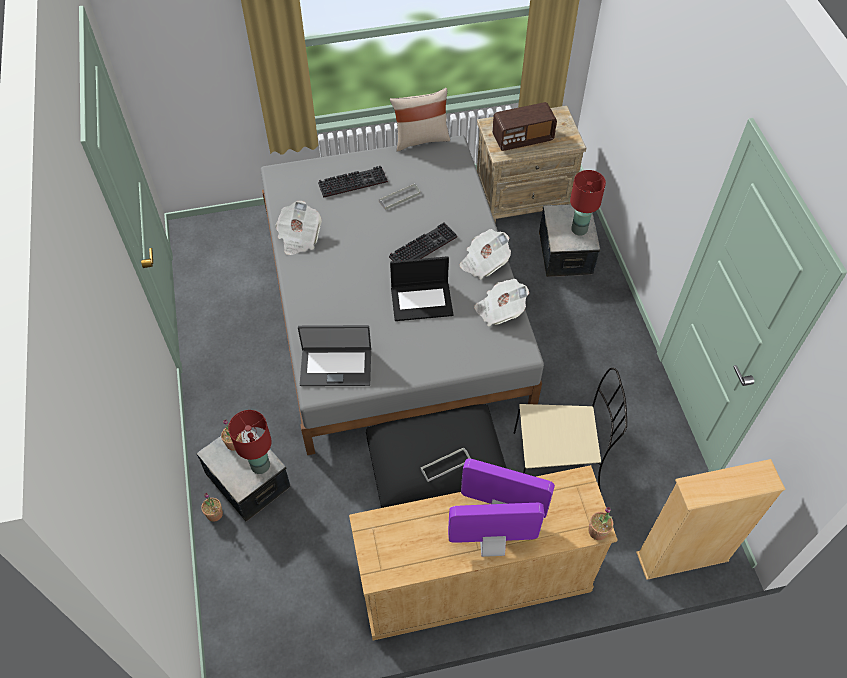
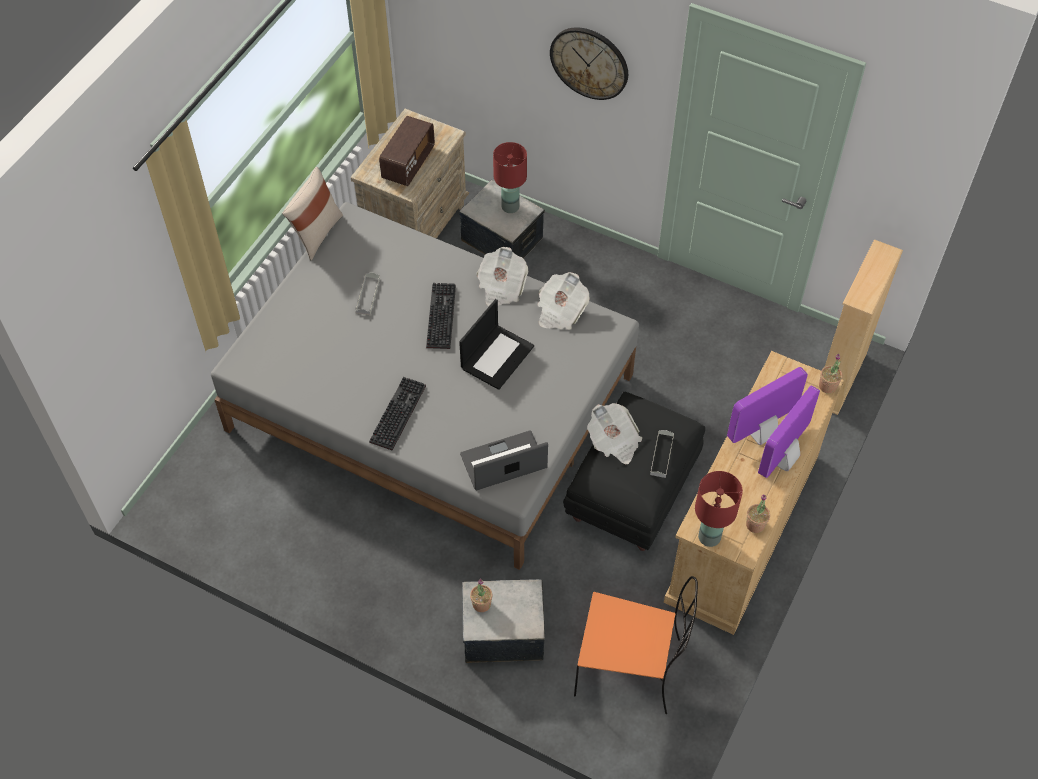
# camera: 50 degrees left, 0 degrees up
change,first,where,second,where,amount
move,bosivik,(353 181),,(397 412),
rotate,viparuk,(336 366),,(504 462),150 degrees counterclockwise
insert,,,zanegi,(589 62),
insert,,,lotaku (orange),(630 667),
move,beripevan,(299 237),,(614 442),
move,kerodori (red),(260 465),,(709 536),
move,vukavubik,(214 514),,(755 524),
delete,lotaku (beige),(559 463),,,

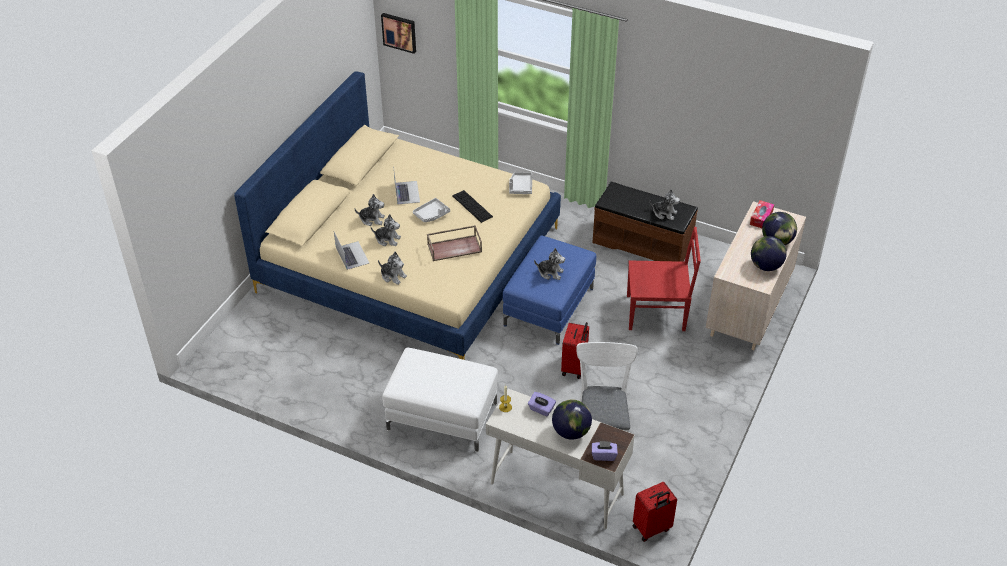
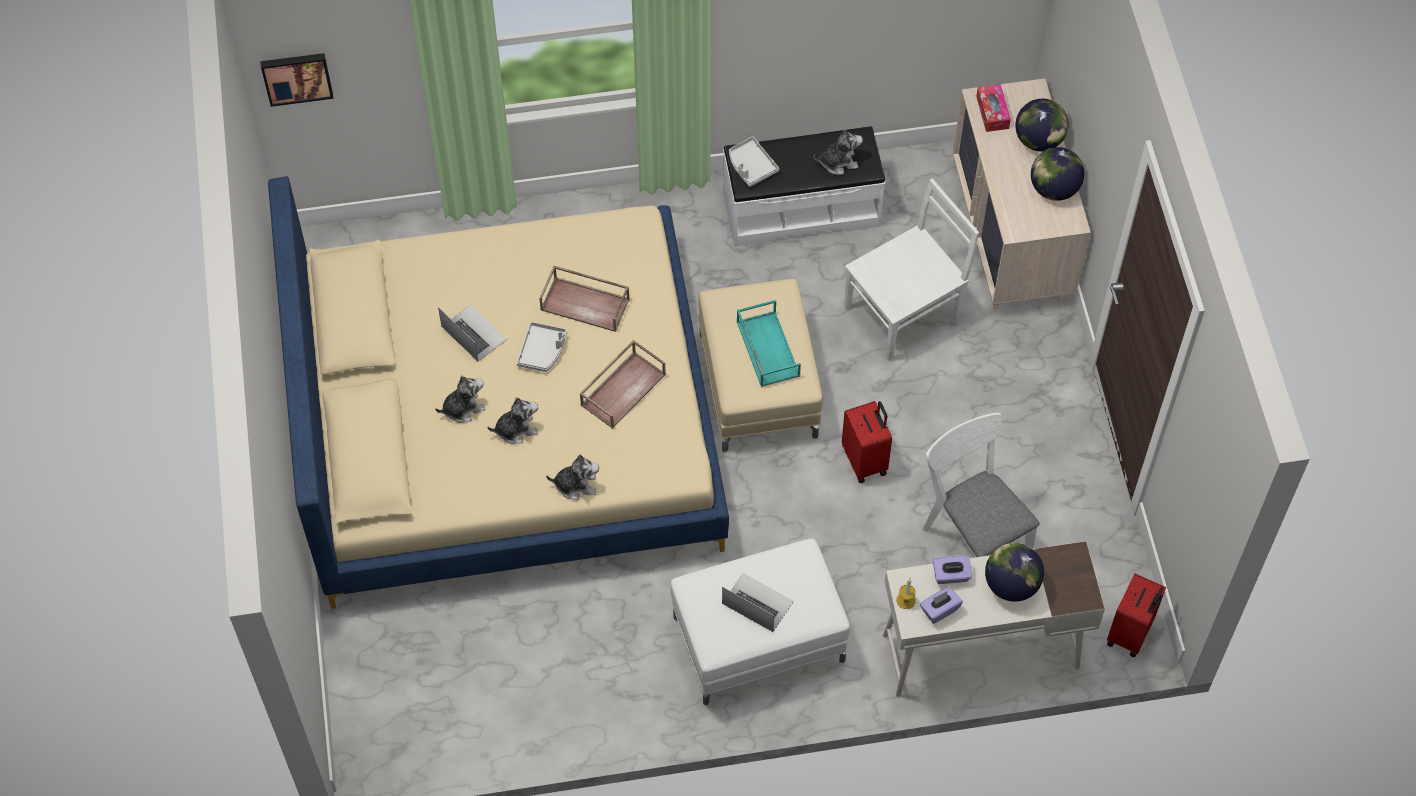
# camera: 35 degrees left, 15 degrees up
change,first,where,second,where,amount
replace,bosivik,(472 206),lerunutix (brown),(586 304),
recolor,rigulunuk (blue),(548 306),rigulunuk (beige),(757 385),
move,viparuk,(352 255),,(757 602),
recolor,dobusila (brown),(642 243),dobusila (white),(801 209),
move,lerunutix (grey),(520 187),,(751 166),
replace,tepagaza,(550 272),lerunutix (turquoise),(766 348),
recolor,lotaku (red),(657 313),lotaku (white),(904 312),
move,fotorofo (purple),(603 455),,(939 610),

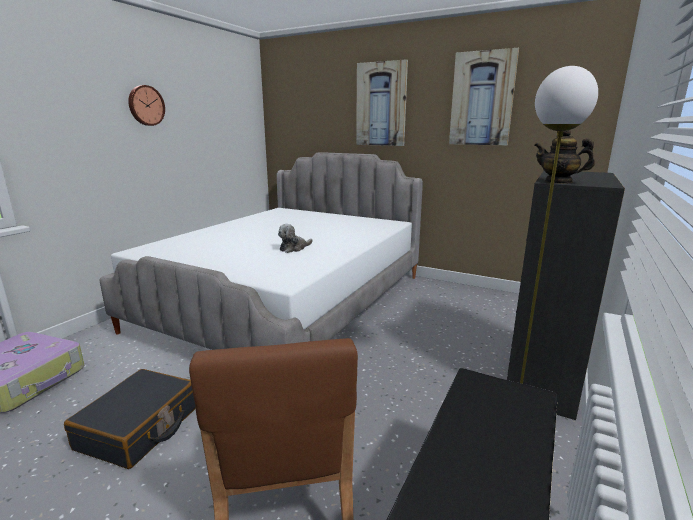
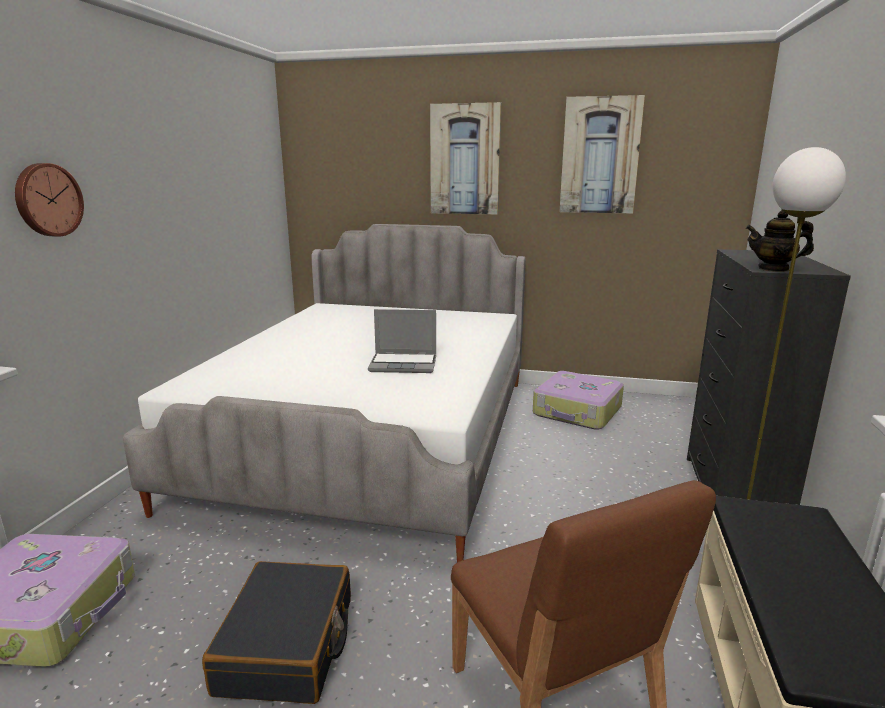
# camera: 15 degrees left, 0 degrees up
change,first,where,second,where,amount
move,zanegi,(145 105),,(47 200),
replace,tepagaza,(294 248),viparuk,(404 364),
insert,,,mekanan,(577 411),

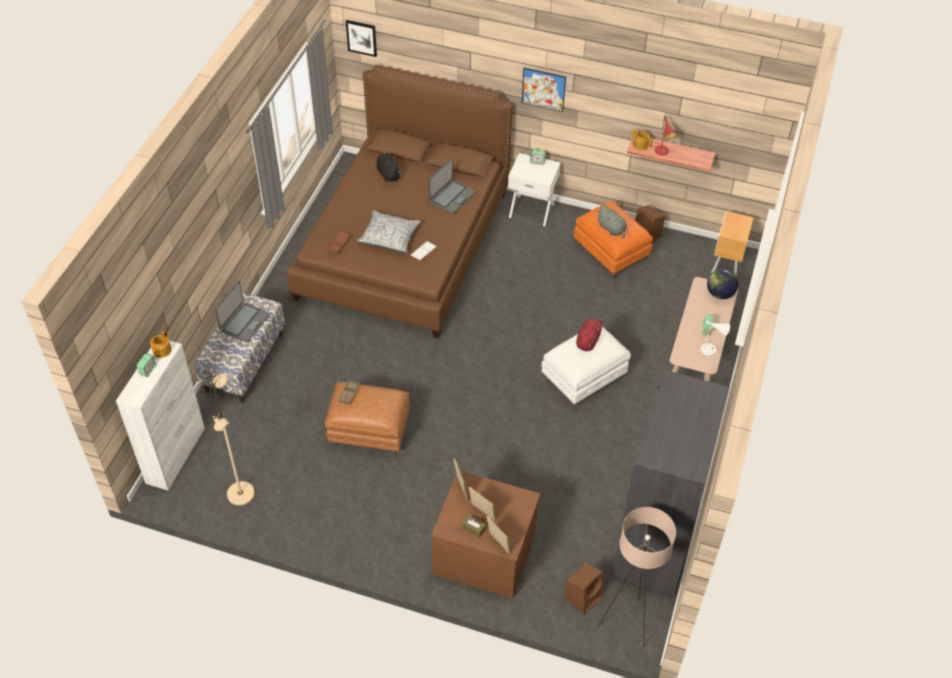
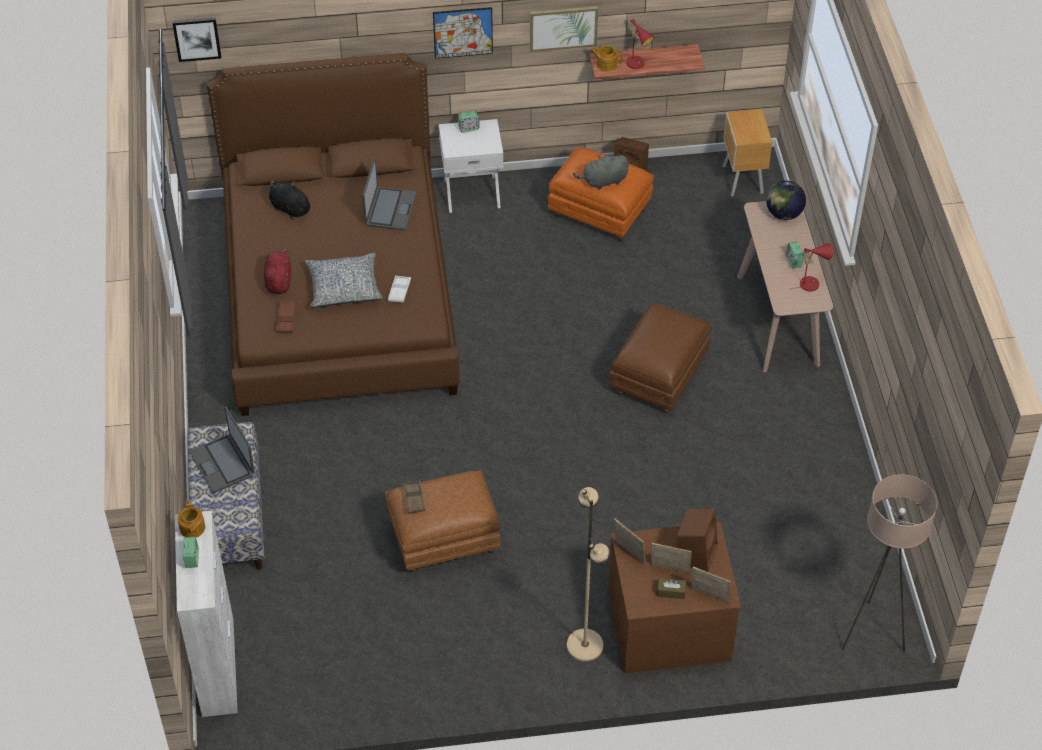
# camera: 25 degrees left, 0 degrees up
change,first,where,second,where,amount
rotate,viparuk,(244 323),,(223 464),150 degrees clockwise
move,tepagaza (red),(588 340),,(278 280),
insert,,,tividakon,(563 27),
move,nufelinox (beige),(241 493),,(585 645),
rotate,tepagaza (grey),(612 229),,(603 181),135 degrees clockwise
recolor,rigulunuk (white),(583 378),rigulunuk (brown),(658 375),
move,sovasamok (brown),(584 596),,(696 552),
recolor,kerodori (white),(710 349),kerodori (red),(812 283),
delete,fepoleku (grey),(653 542),,,

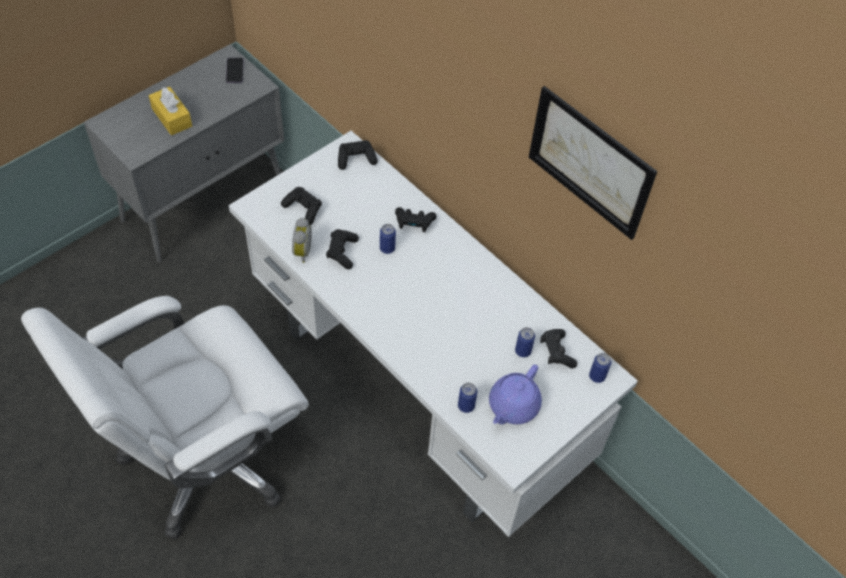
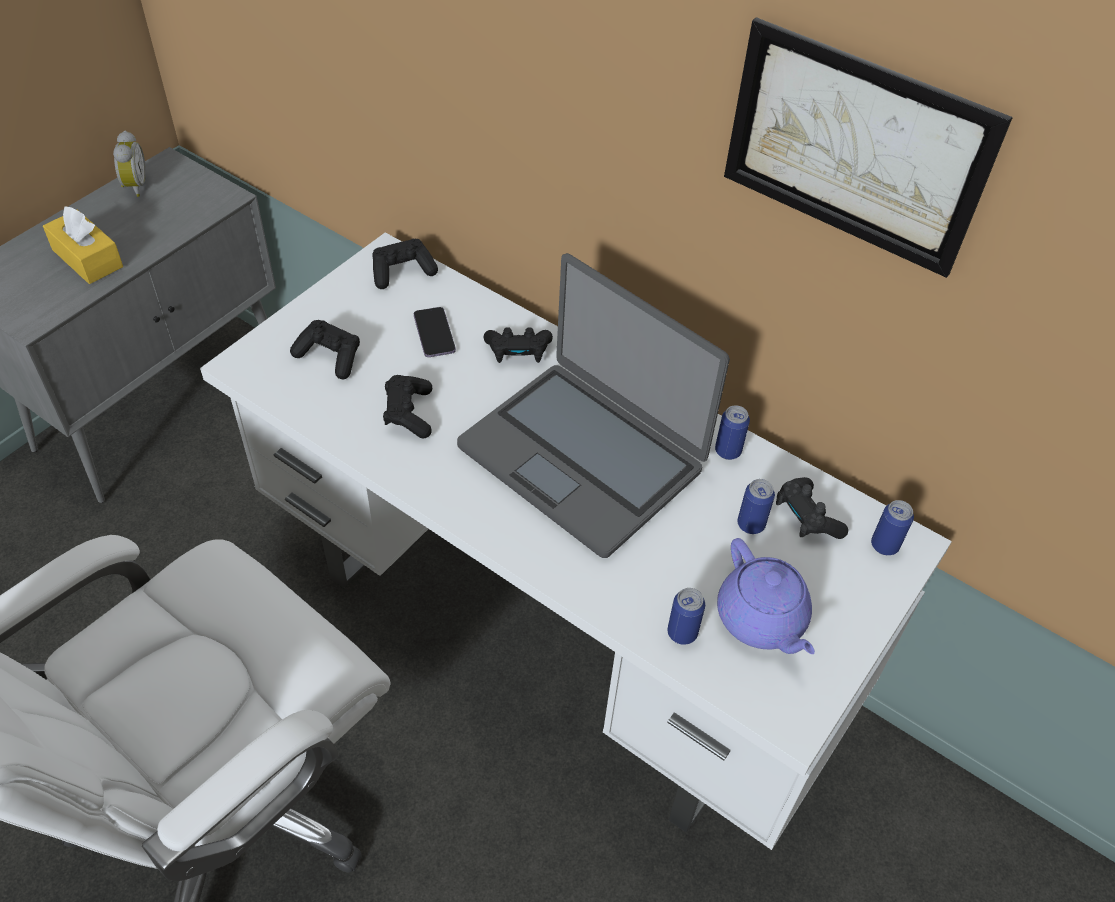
# camera: 10 degrees left, 5 degrees down
change,first,where,second,where,amount
move,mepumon,(300 252),,(134 186),
move,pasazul,(235 71),,(434 334),
insert,,,viparuk,(582 457),
move,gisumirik,(387 248),,(728 451),
rotate,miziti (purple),(512 406),,(761 620),45 degrees counterclockwise

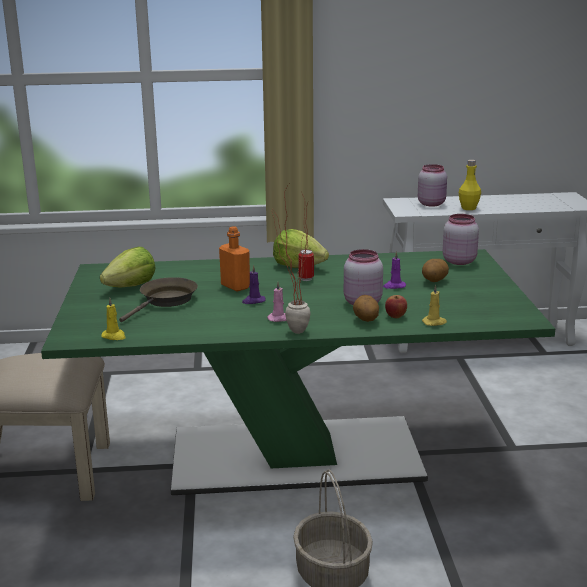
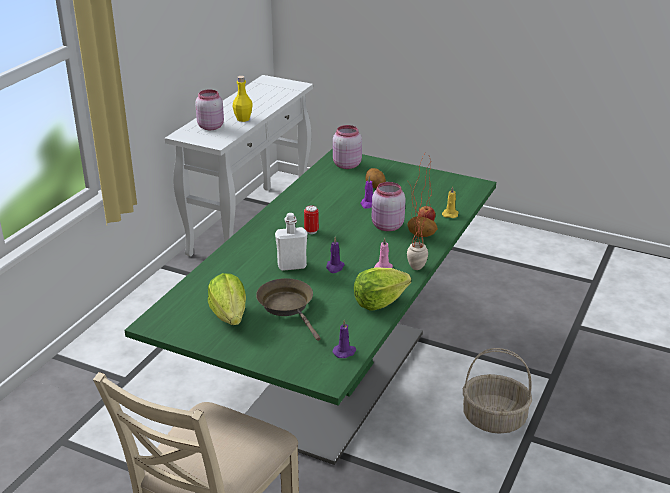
# camera: 60 degrees left, 10 degrees up
change,first,where,second,where,amount
recolor,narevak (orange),(235 286),narevak (white),(292 266),
recolor,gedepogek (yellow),(114 336),gedepogek (purple),(345 352),
move,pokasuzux,(298 266),,(379 302),

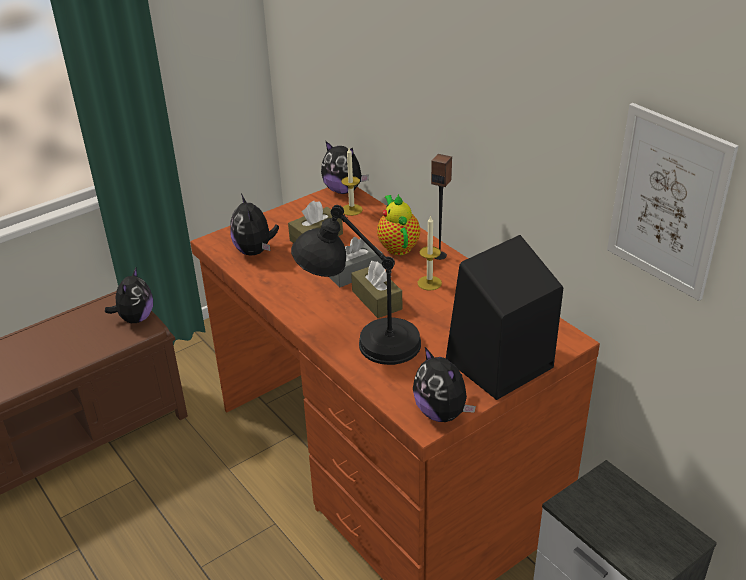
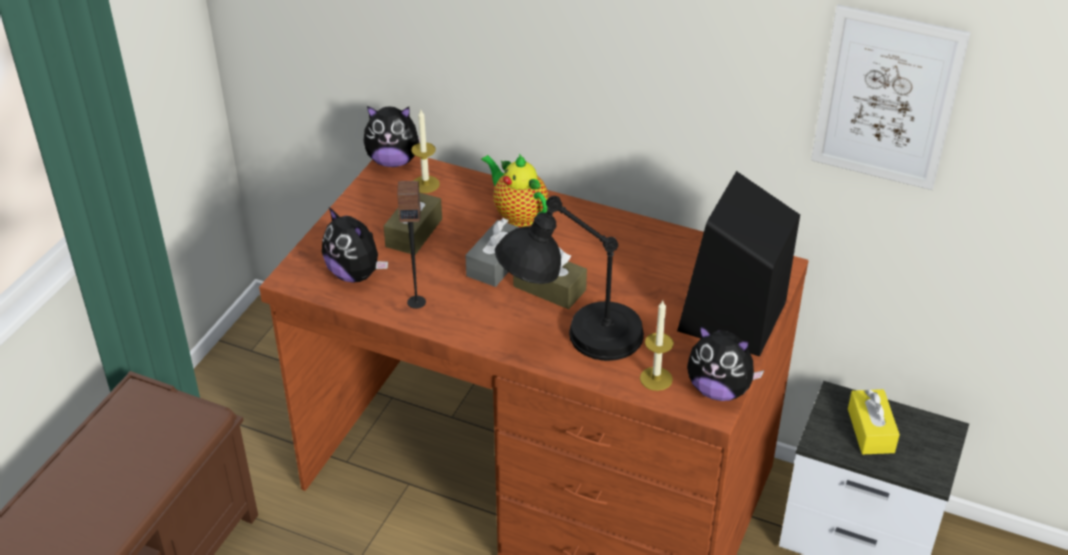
# camera: 30 degrees left, 5 degrees up
change,first,where,second,where,amount
move,sovasamok,(439 255),,(416 302),
move,gedepogek,(429 283),,(656 378),
insert,,,fotorofo (yellow),(870 430),
delete,tepagaza,(135 318),,,

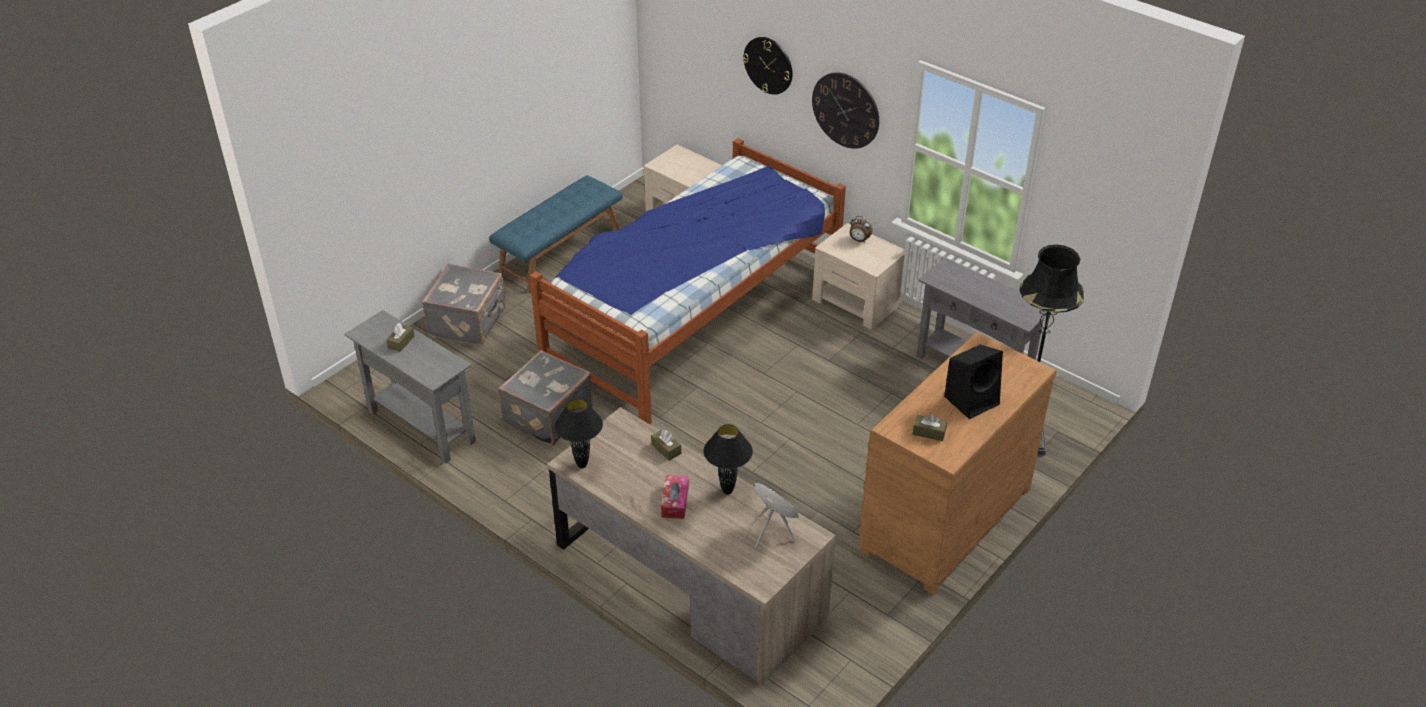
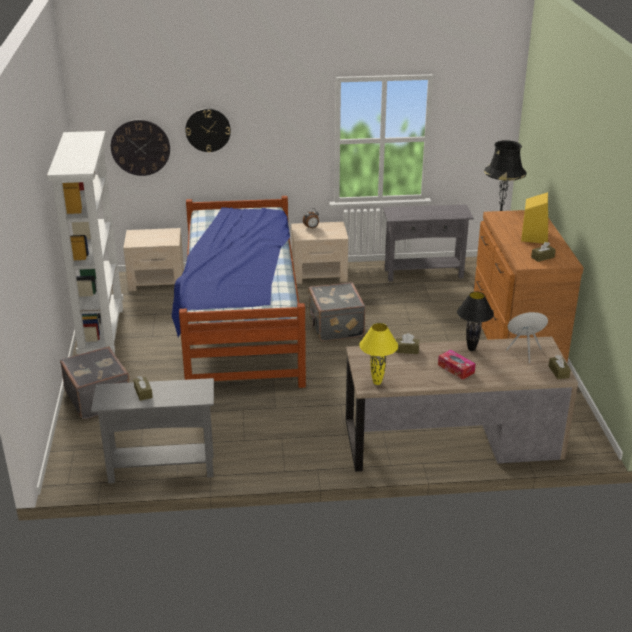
# camera: 45 degrees left, 10 degrees down
change,first,where,second,where,amount
replace,dobusila (blue),(559 253),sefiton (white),(101 333),
move,zanegi,(845 110),,(140 147),
move,mekanan (grey),(546 416),,(335 327),
recolor,kerodori (black),(581 465),kerodori (yellow),(377 383),
recolor,sovasamok (black),(972 400),sovasamok (yellow),(534 236),
insert,,,fotorofo (brown),(558 372),

